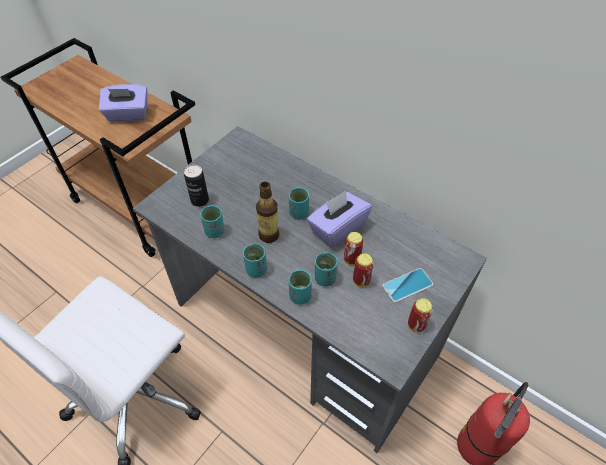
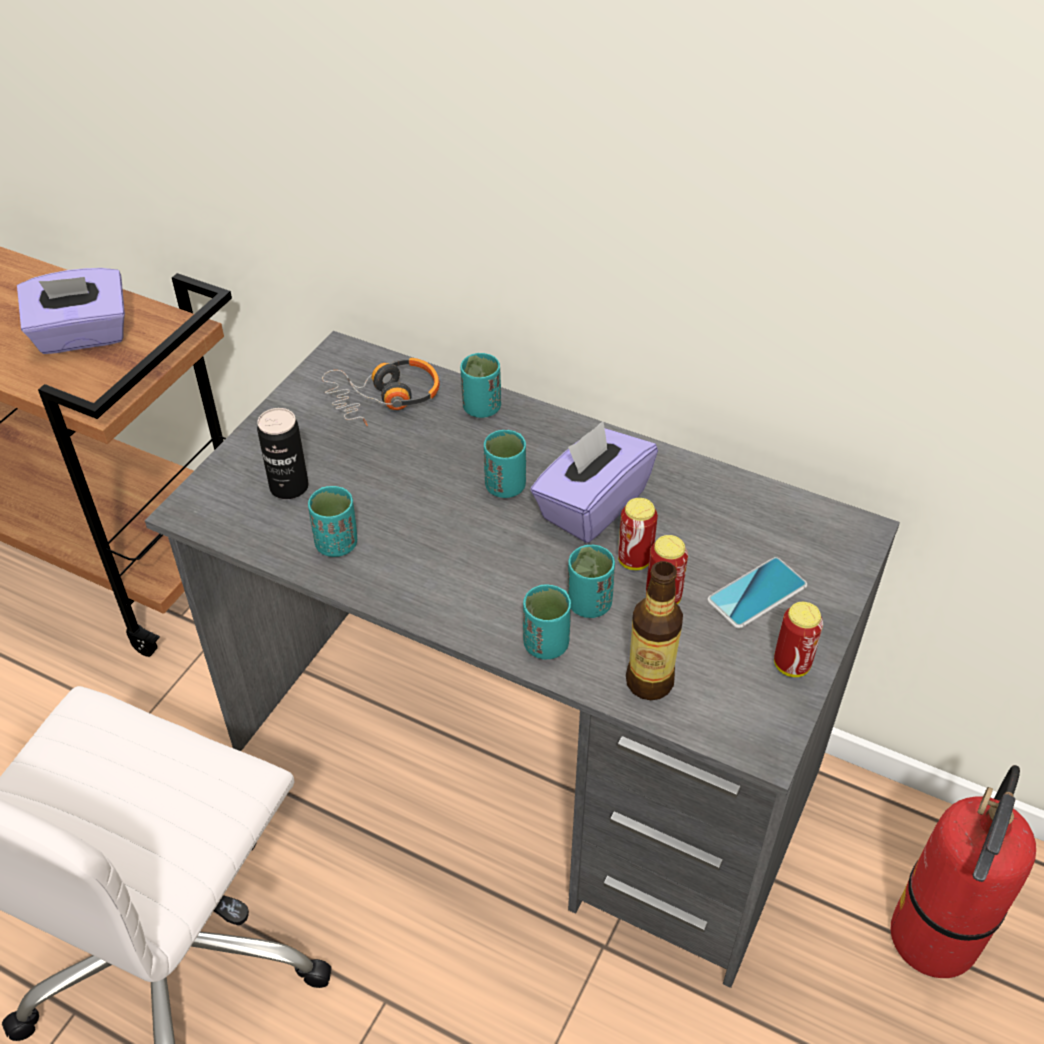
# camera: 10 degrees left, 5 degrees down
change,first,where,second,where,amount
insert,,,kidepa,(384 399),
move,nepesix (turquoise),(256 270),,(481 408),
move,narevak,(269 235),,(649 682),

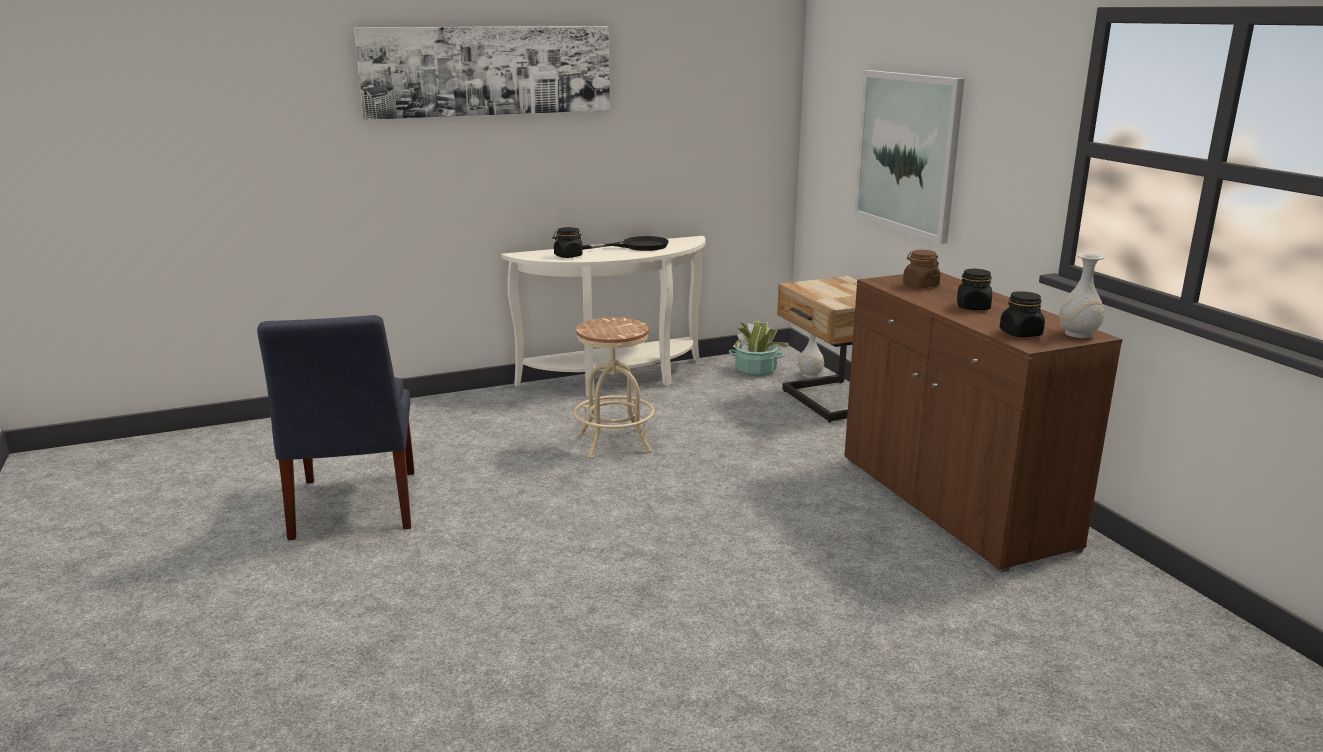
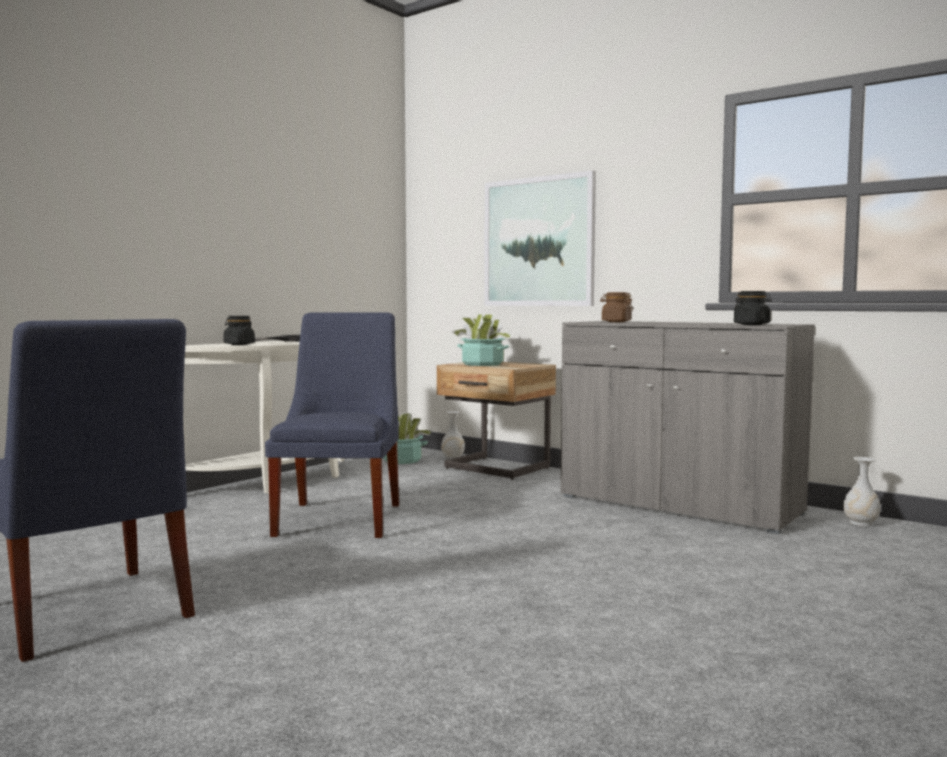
# camera: 30 degrees left, 15 degrees down
change,first,where,second,where,amount
replace,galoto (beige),(614 443),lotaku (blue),(341 517),
insert,,,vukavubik,(482 364),
recolor,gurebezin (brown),(952 502),gurebezin (grey),(678 505),
move,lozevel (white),(1078 334),,(861 523),
delete,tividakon,(488 71),,,
delete,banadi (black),(973 307),,,

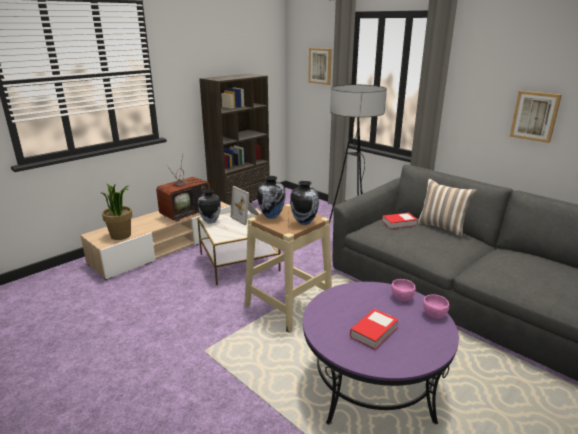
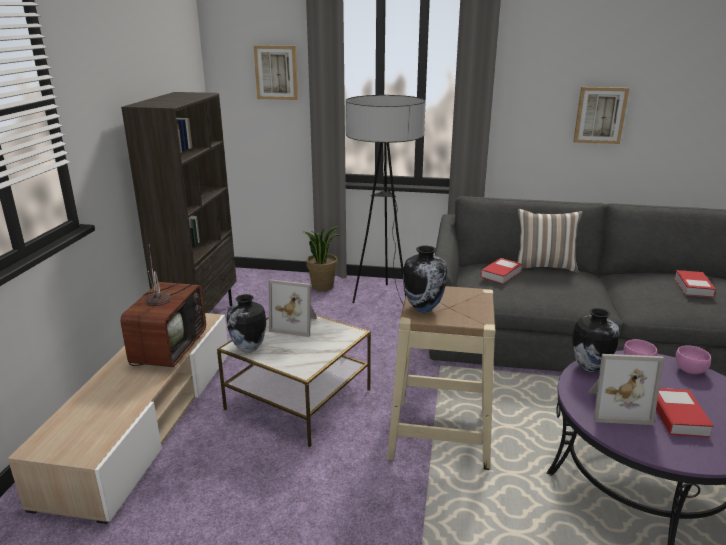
# camera: 35 degrees left, 0 degrees up
change,first,where,second,where,amount
move,vukavubik,(121 235),,(323 286),
move,lozevel,(304 222),,(590 367),
insert,,,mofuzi,(615 406),
insert,,,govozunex,(693 287),

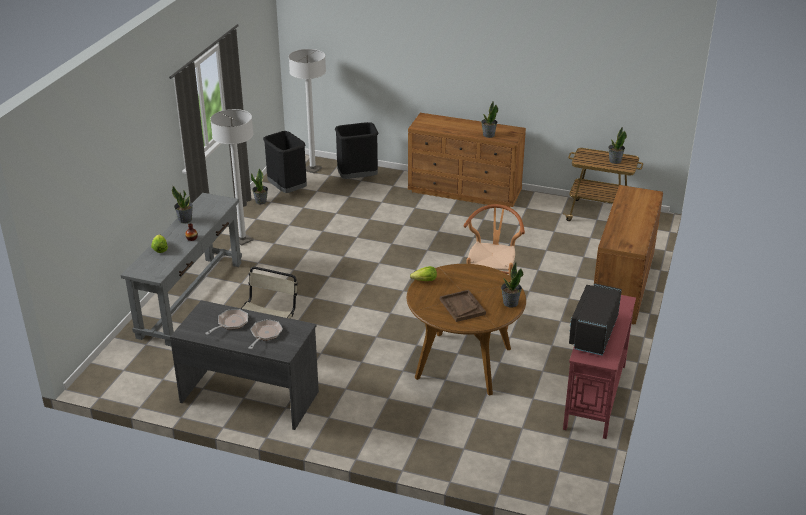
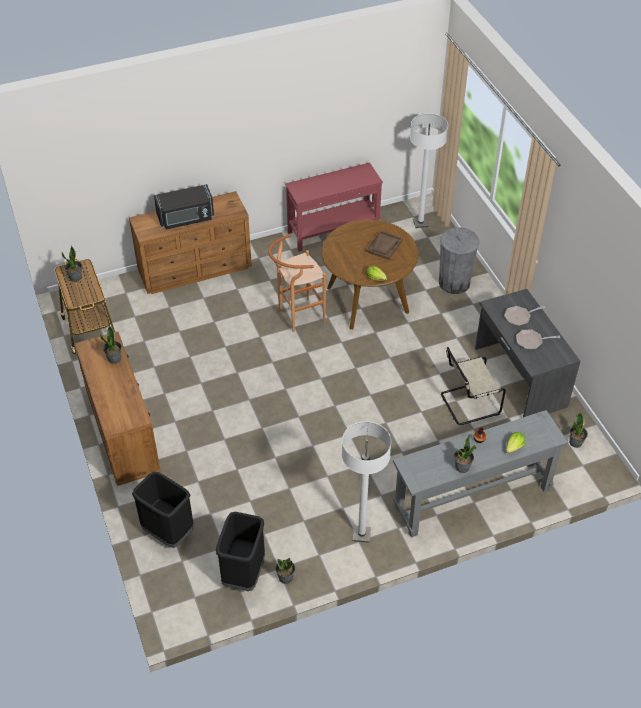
# camera: 130 degrees left, 15 degrees up
change,first,where,second,where,amount
move,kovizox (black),(592 333),,(186 218),
move,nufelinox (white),(312 169),,(420 223),
insert,,,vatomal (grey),(454 283),
move,vukavubik,(510 303),,(575 442),

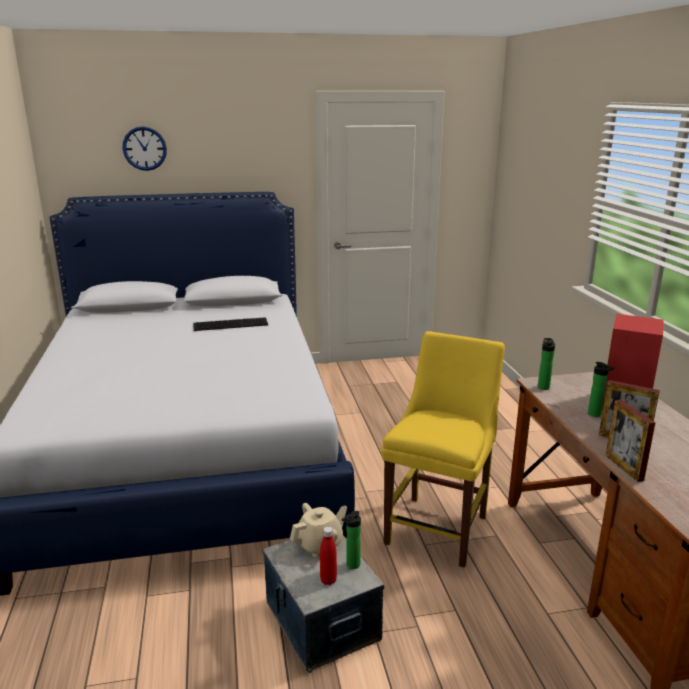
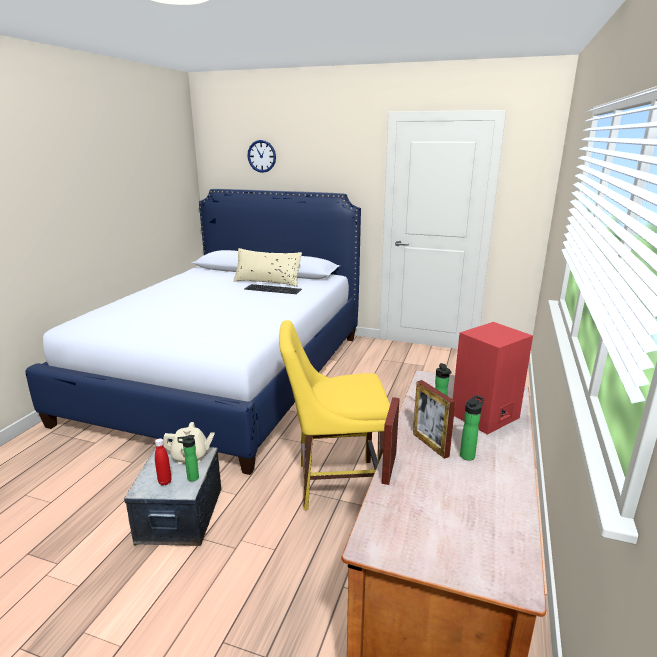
# camera: 30 degrees right, 0 degrees up
change,first,where,second,where,amount
insert,,,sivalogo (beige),(267 281),
rotate,lotaku (yellow),(439 526),,(333 483),150 degrees counterclockwise
move,narevak,(543 386),,(468 455),

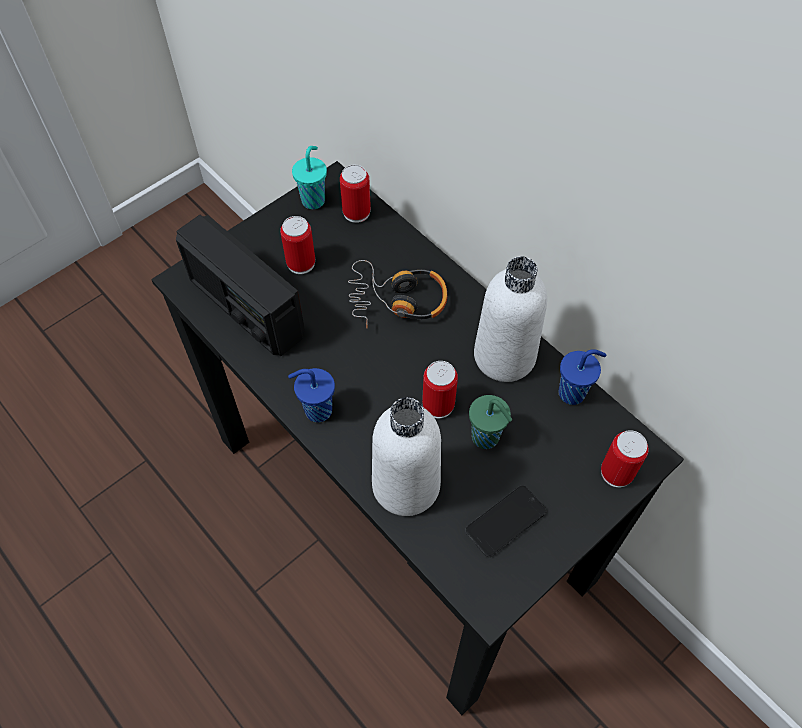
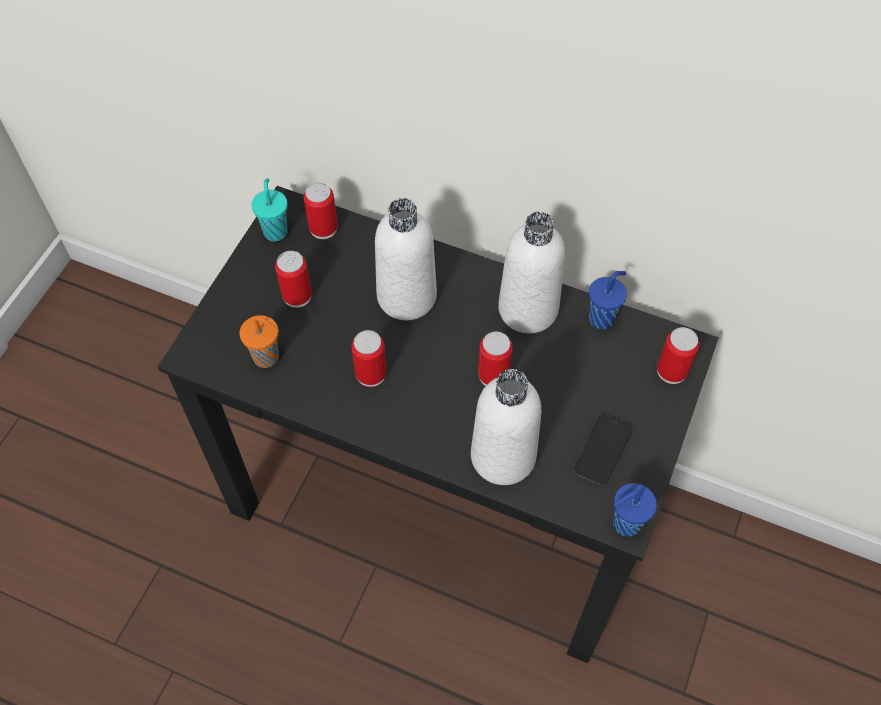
# camera: 25 degrees left, 0 degrees up
change,first,where,second,where,amount
replace,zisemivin,(245 308),nepesix (orange),(268 358),
insert,,,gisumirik,(371 374),
replace,kidepa,(397 301),narevak (white),(406 296),
move,nepesix (blue),(316 410),,(624 524),
delete,nepesix (green),(486 438),,,

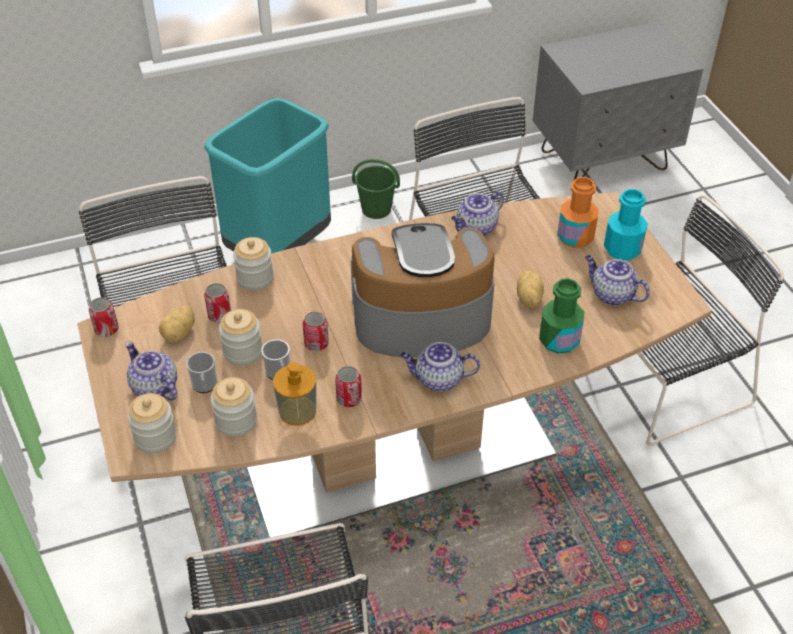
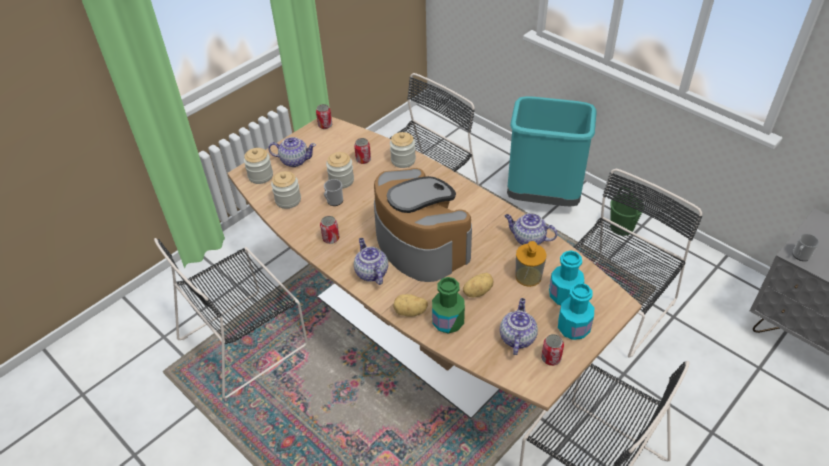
# camera: 65 degrees right, 0 degrees up
change,first,where,second,where,amount
rotate,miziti,(155 388),,(294 160),75 degrees clockwise
move,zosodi,(180 333),,(410 312),
move,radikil,(297 411),,(528 276),
move,gisumirik,(316 344),,(551 358),
recolor,narevak (orange),(575 237),narevak (turquoise),(564 295),
move,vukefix,(205 386),,(800 256),

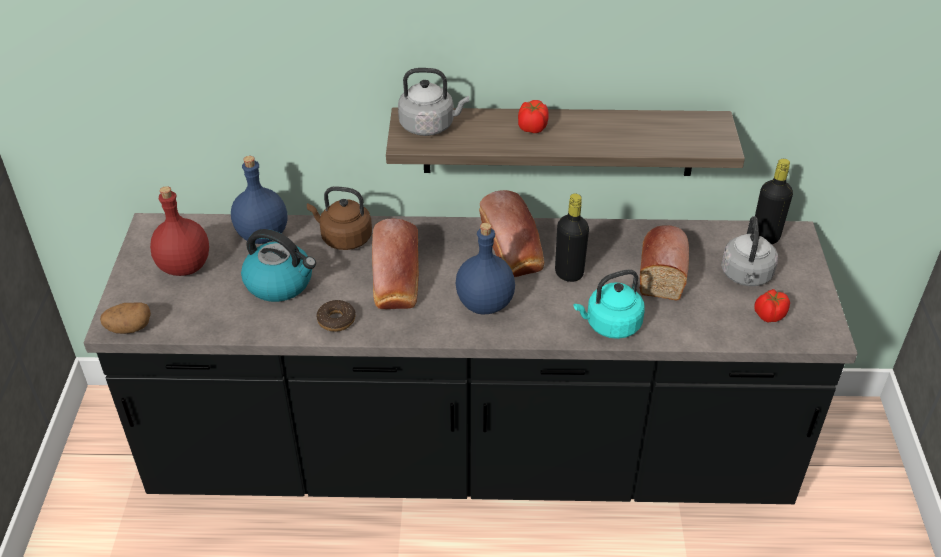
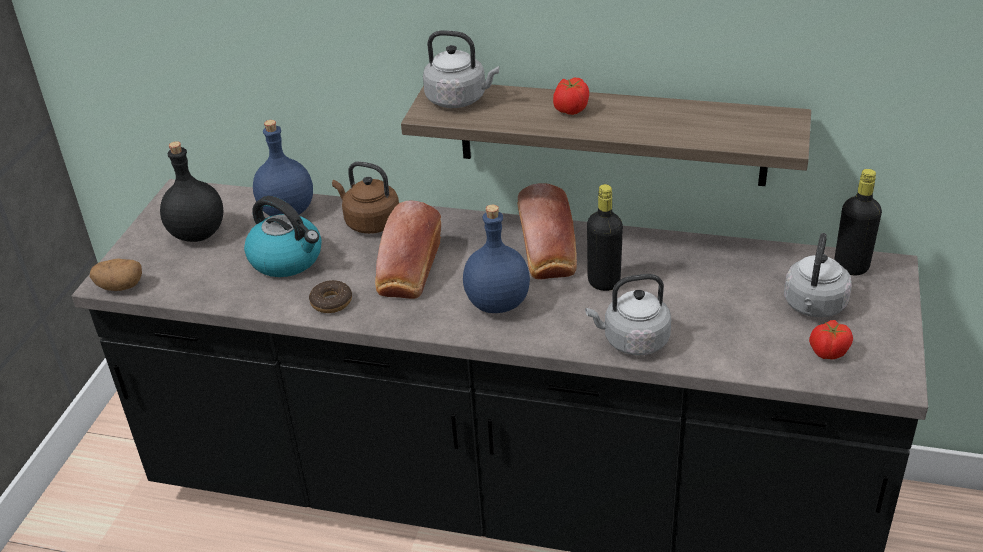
# camera: 15 degrees right, 5 degrees down
change,first,where,second,where,amount
recolor,narevak (red),(183 266),narevak (black),(197 233),
recolor,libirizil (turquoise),(610 325),libirizil (grey),(632 341),
delete,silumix,(662 270),,,

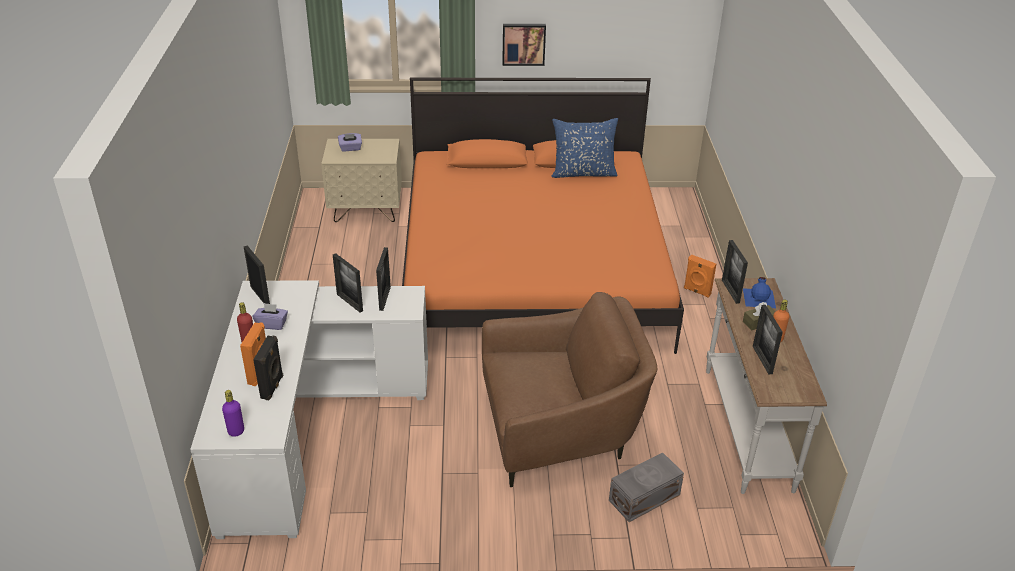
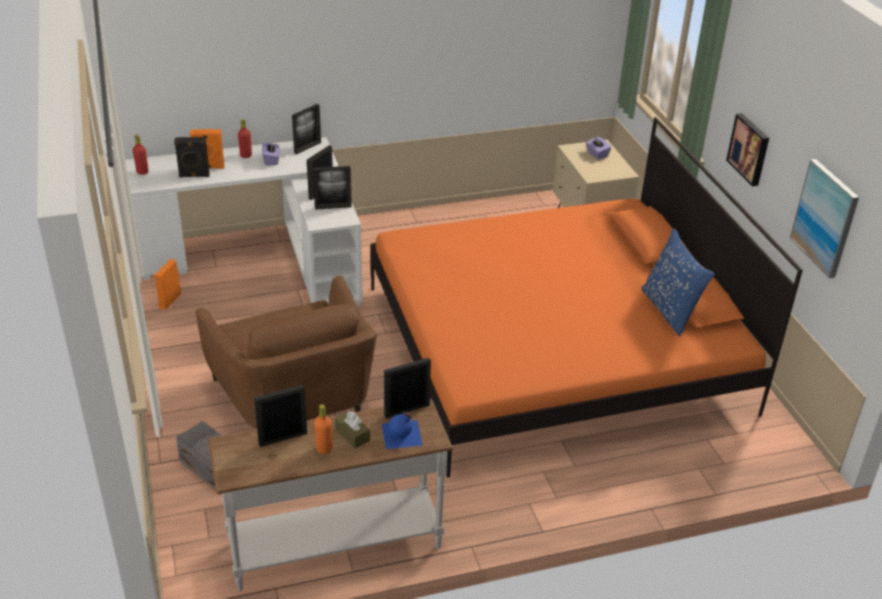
# camera: 75 degrees right, 0 degrees up
change,first,where,second,where,amount
recolor,narevak (purple),(236 431),narevak (red),(142 172),
move,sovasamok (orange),(697 291),,(169 300),
insert,,,tividakon,(825 218),

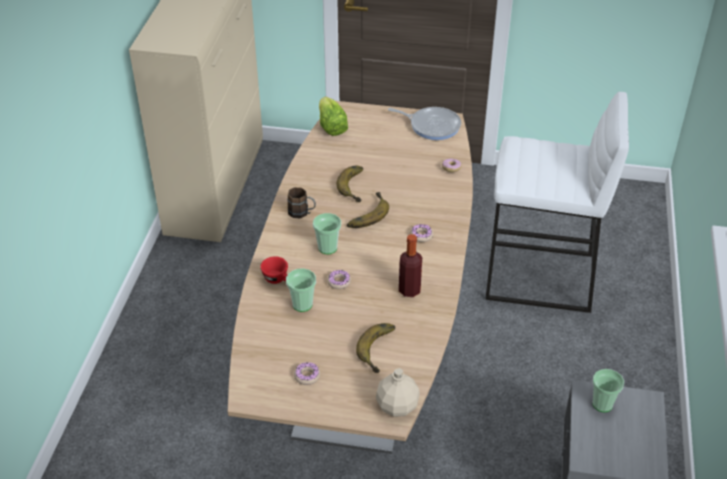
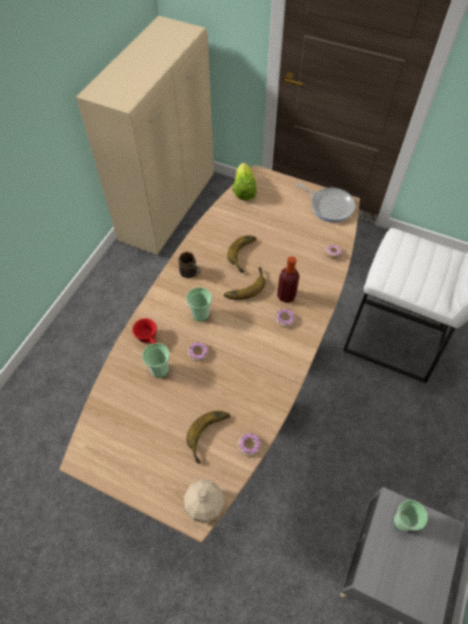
# camera: 15 degrees right, 15 degrees up
change,first,where,second,where,amount
move,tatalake,(307 376),,(249 445),
move,narevak,(409 290),,(286 296),

